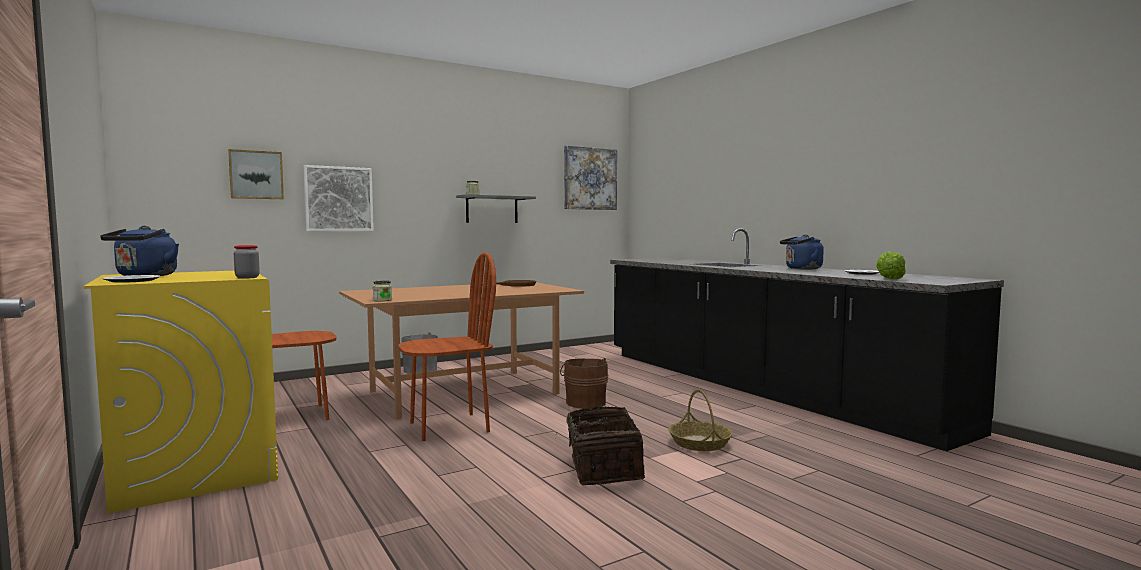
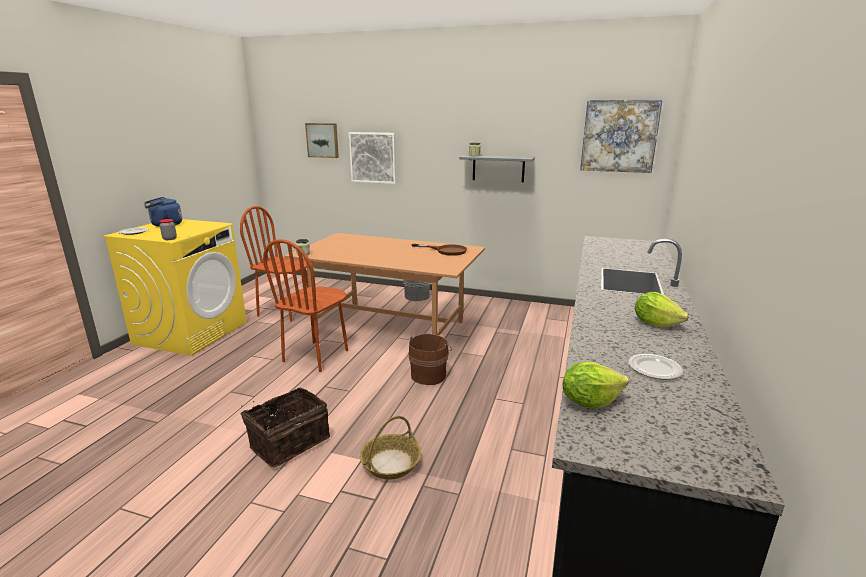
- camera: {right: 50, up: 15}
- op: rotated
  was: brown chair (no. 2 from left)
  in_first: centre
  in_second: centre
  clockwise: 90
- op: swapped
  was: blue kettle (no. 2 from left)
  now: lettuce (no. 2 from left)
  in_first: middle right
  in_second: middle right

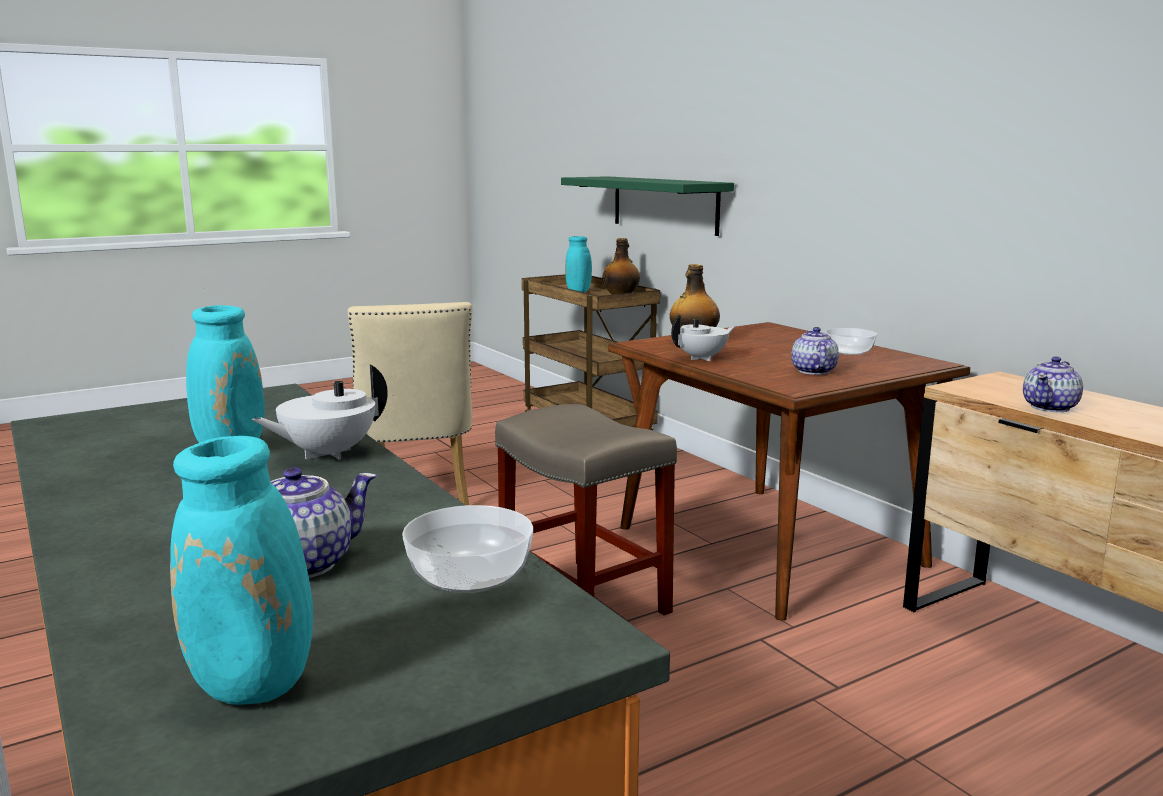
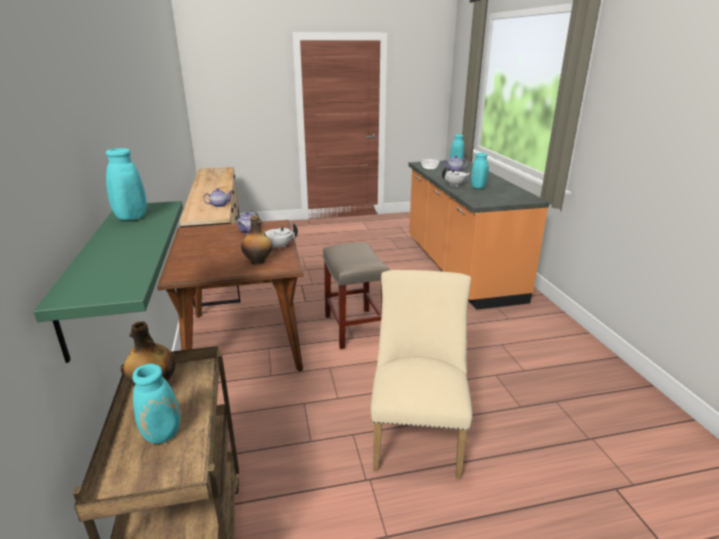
- camera: {right: -160, up: 10}
- op: new
  now: turquoise vase (no. 1 from left)
  in_second: middle left
- op: gone
  was: bowl (no. 2 from left)
  in_first: middle right

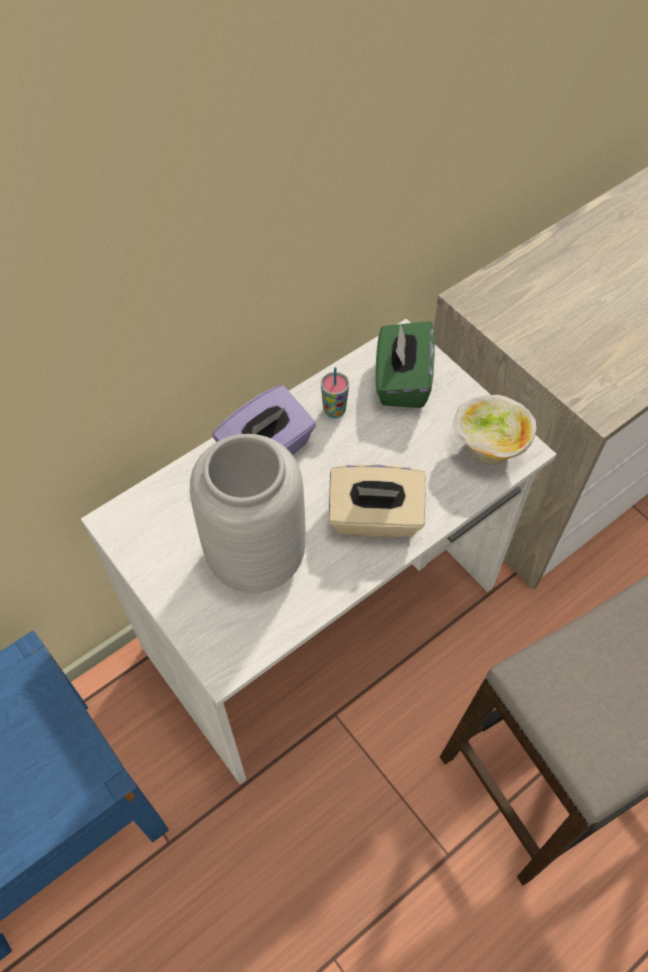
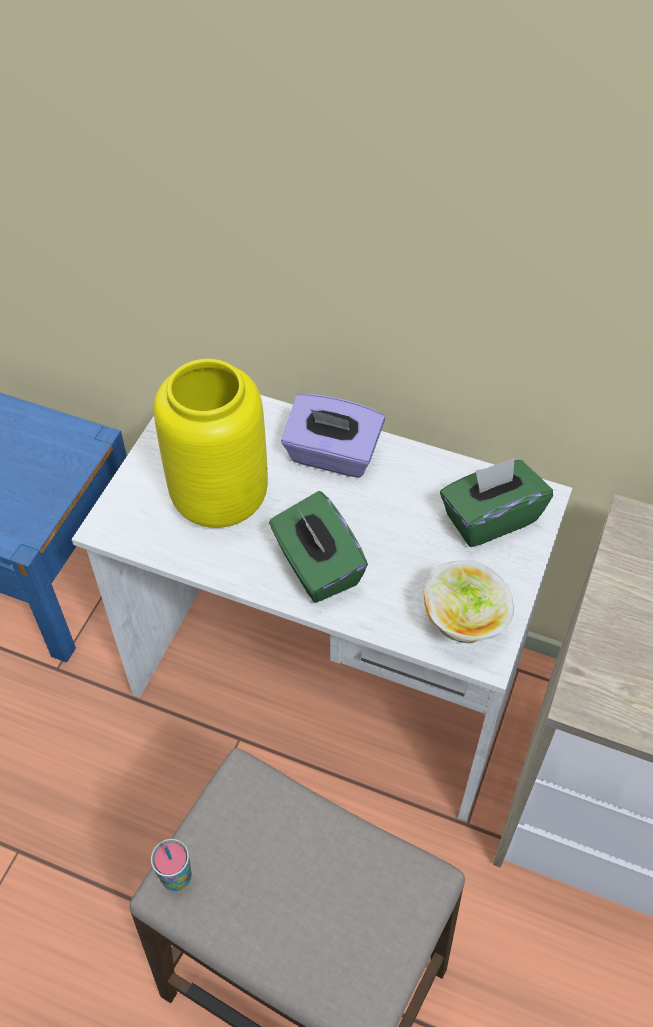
- camera: {right: 60, up: -5}
- op: shifted
  was: cup
  in_first: centre
  in_second: bottom left
- op: repainted
  was: grey vase
  now: yellow vase
  in_first: centre
  in_second: middle left
- op: repainted
  was: beige tissue box
  now: green tissue box (no. 1 from left)
  in_first: centre
  in_second: centre

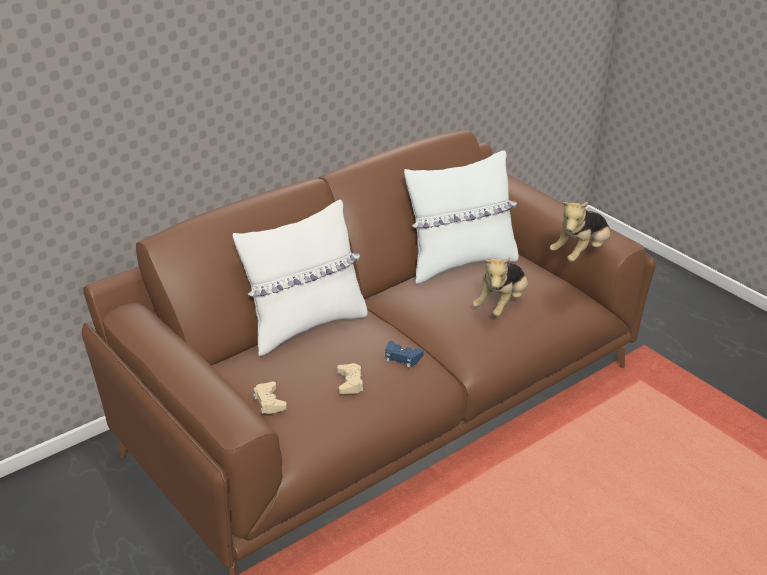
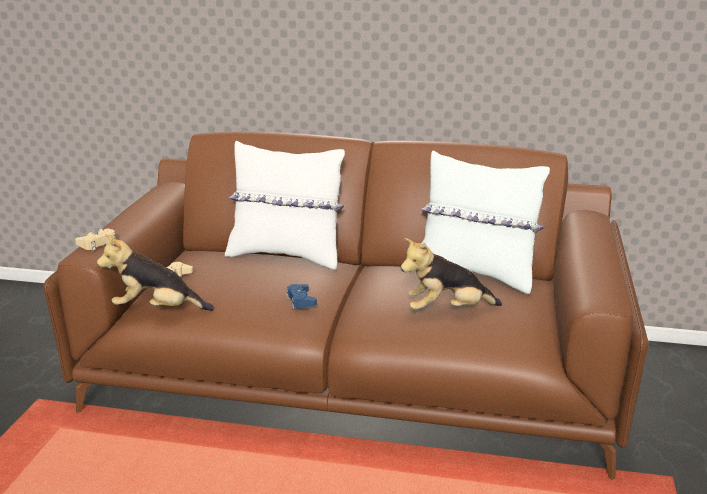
- camera: {right: 50, up: -10}
- op: shifted
  was: beige game controller (no. 2 from left in the first image)
  now: beige game controller (no. 1 from left)
  in_first: centre
  in_second: middle left
- op: shifted
  was: plush toy (no. 2 from left in the first image)
  now: plush toy (no. 1 from left)
  in_first: middle right
  in_second: middle left

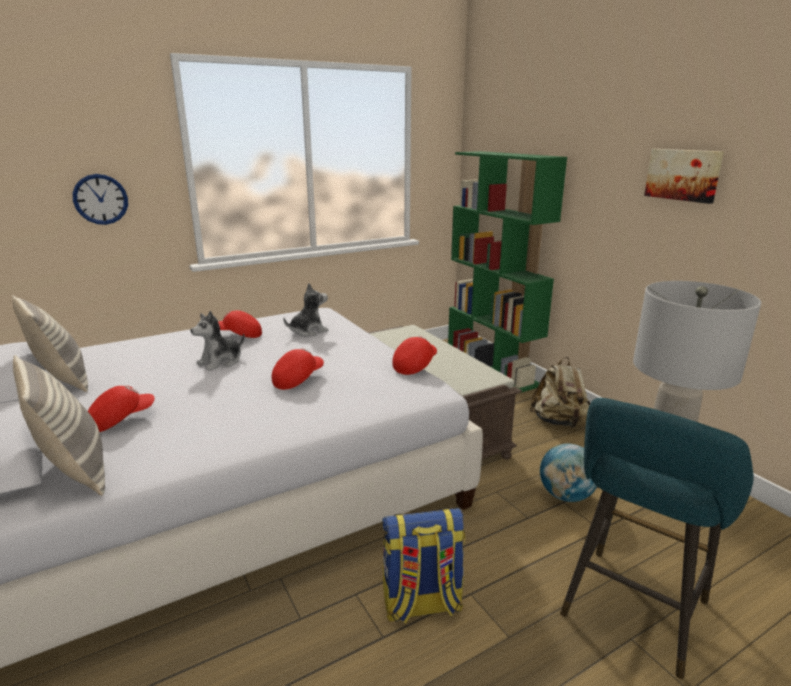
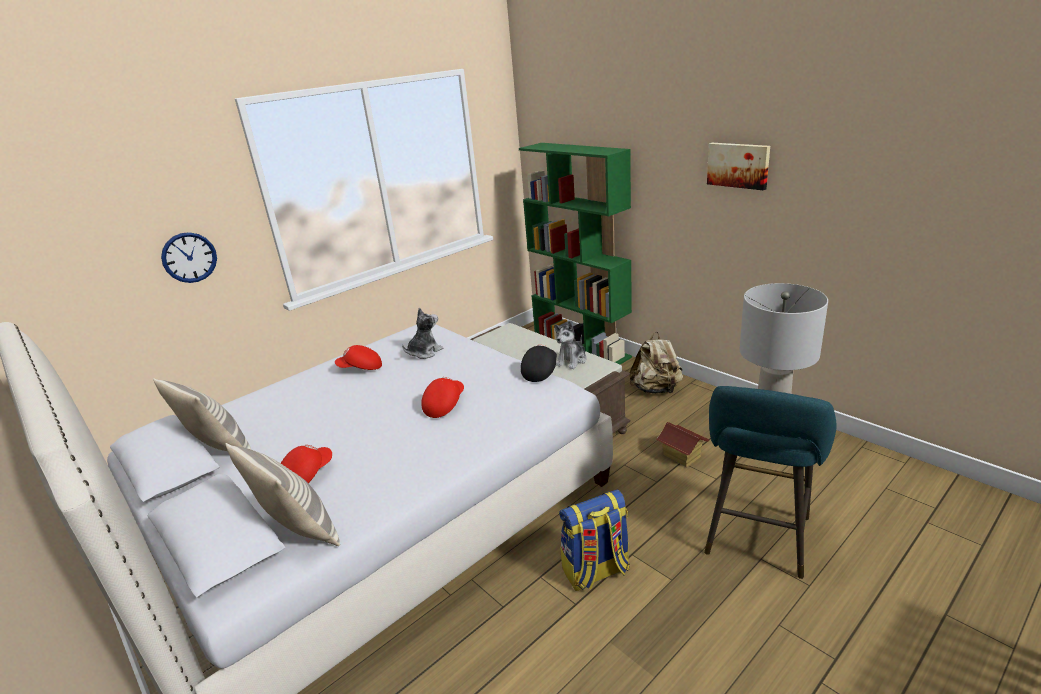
- camera: {right: -10, up: 5}
- op: repainted
  was: red cap (no. 4 from left)
  now: black cap
  in_first: centre
  in_second: centre
- op: shifted
  was: plush toy (no. 1 from left in the first image)
  now: plush toy (no. 2 from left)
  in_first: middle left
  in_second: centre
- op: swapped
  was: globe
  now: toy house
  in_first: bottom right
  in_second: centre

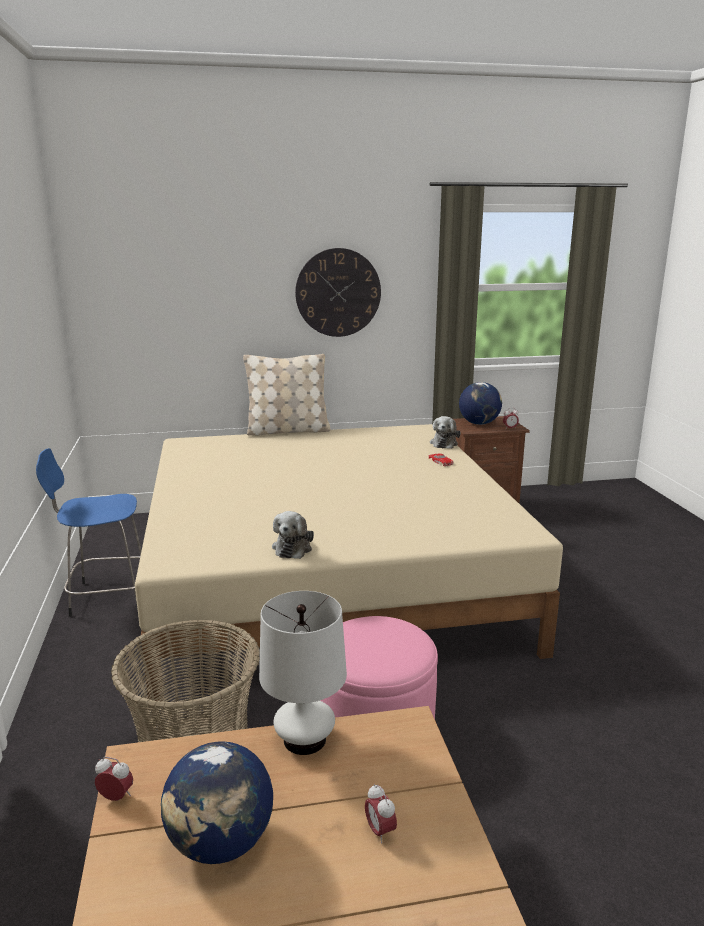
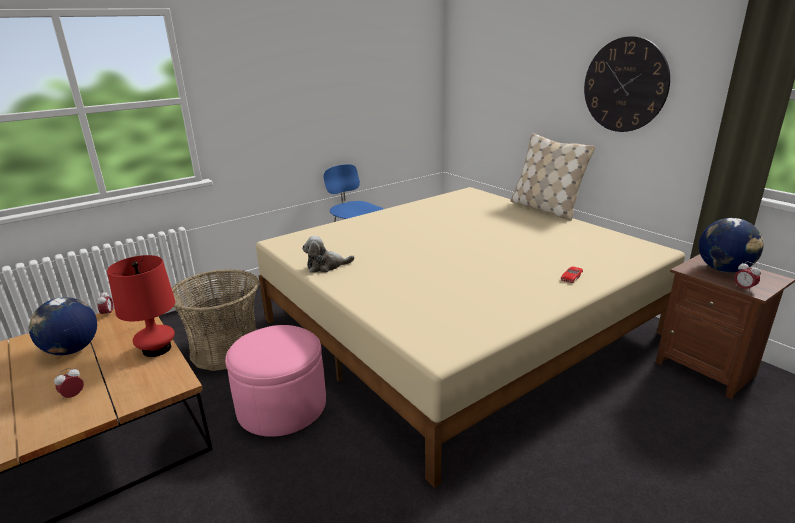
- camera: {right: 65, up: 5}
- op: repainted
  was: white table lamp
  now: red table lamp
  in_first: bottom centre
  in_second: middle left
- op: gone
  was: plush toy (no. 2 from left)
  in_first: centre

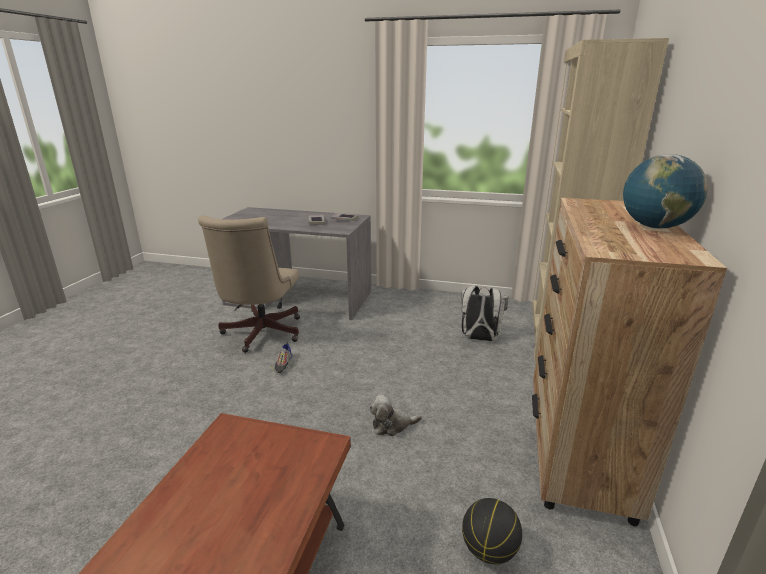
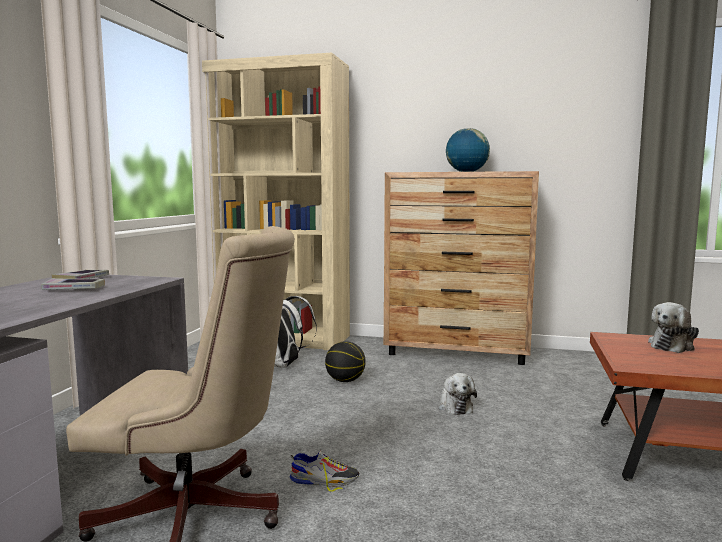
- camera: {right: -90, up: -15}
- op: shifted
  was: basketball
  in_first: bottom centre
  in_second: centre
- op: new
  now: plush toy (no. 2 from left)
  in_second: middle right

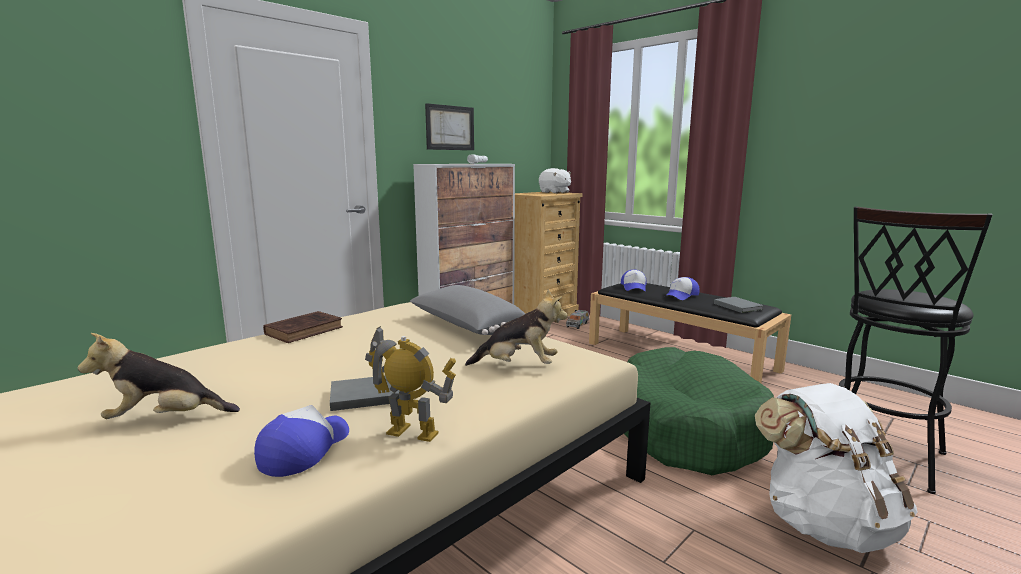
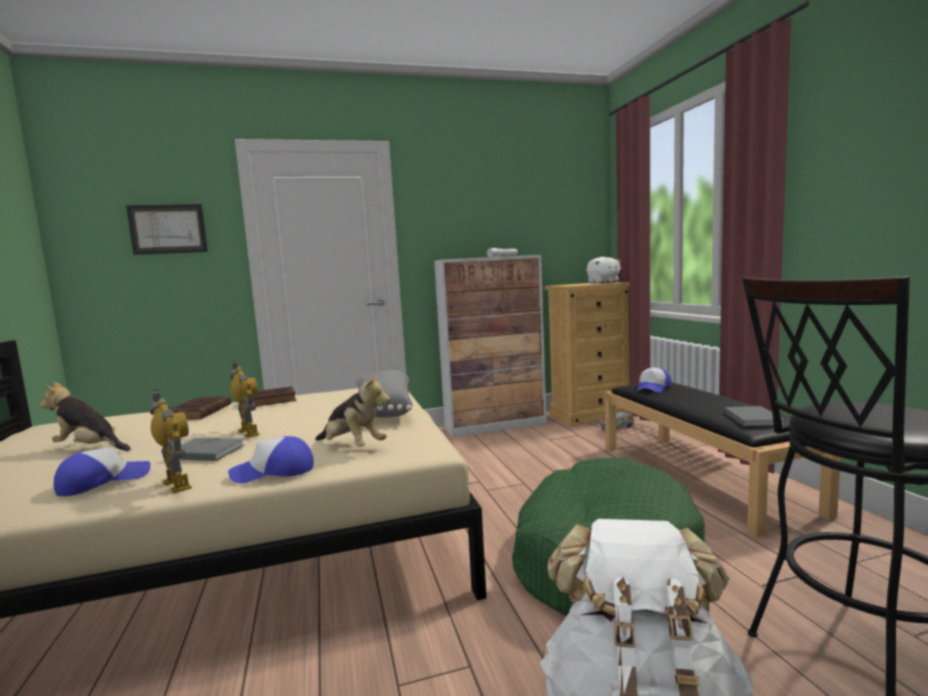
- camera: {right: 30, up: -5}
- op: shifted
  was: picture
  in_first: top centre
  in_second: top left
- op: new
  now: brown book (no. 1 from left)
  in_second: middle left
- op: shifted
  was: cap (no. 3 from left in the first image)
  now: cap (no. 2 from left)
  in_first: middle right
  in_second: middle left
- op: new
  now: toy robot (no. 2 from left)
  in_second: middle left

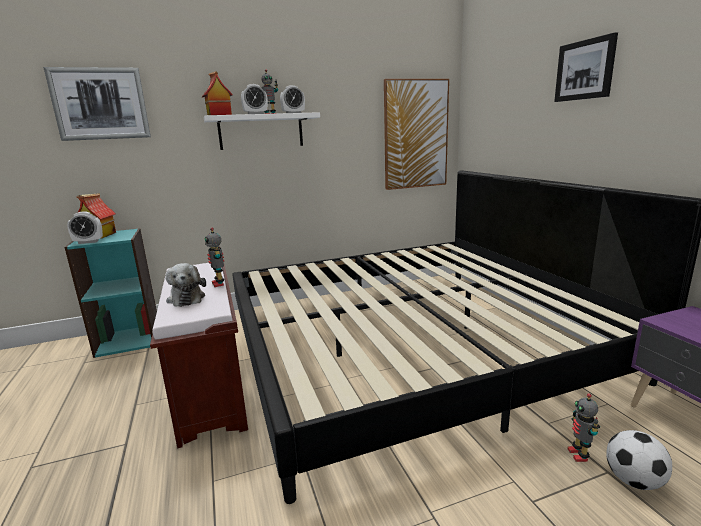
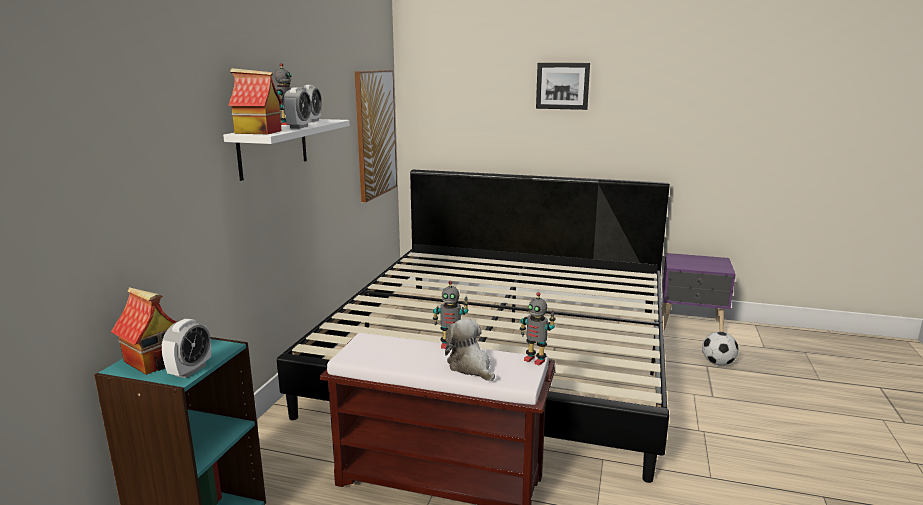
- camera: {right: -55, up: 0}
- op: rotated
  was: plush toy
  in_first: middle left
  in_second: bottom centre
  clockwise: -135
- op: shifted
  was: toy robot (no. 3 from left)
  in_first: bottom right
  in_second: centre
- op: gone
  was: picture (no. 1 from left)
  in_first: top left

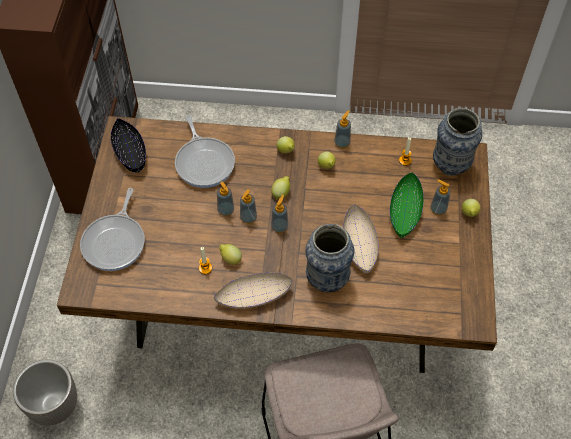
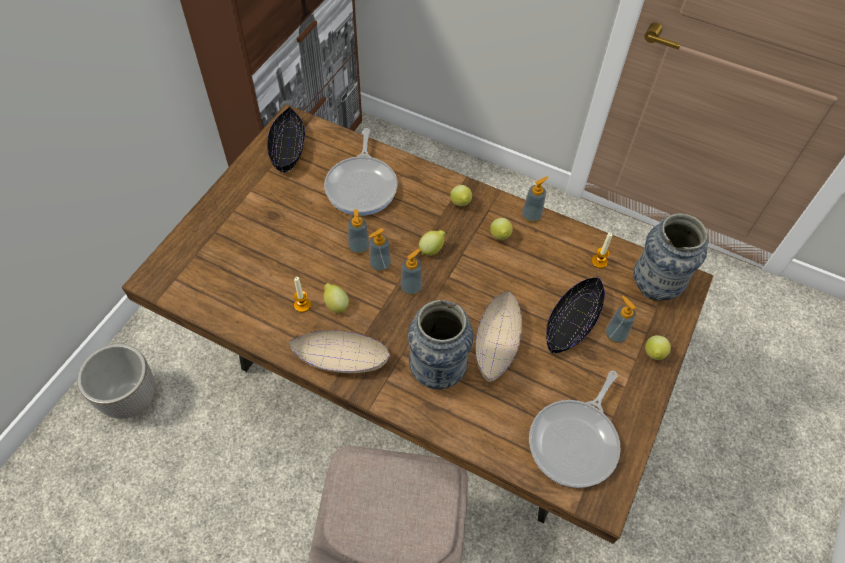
- camera: {right: 20, up: 0}
- op: shifted
  was: frying pan (no. 1 from left in the first image)
  now: frying pan (no. 2 from left)
  in_first: middle left
  in_second: bottom right
- op: repainted
  was: green bowl
  now: black bowl (no. 2 from left)
  in_first: middle right
  in_second: middle right

